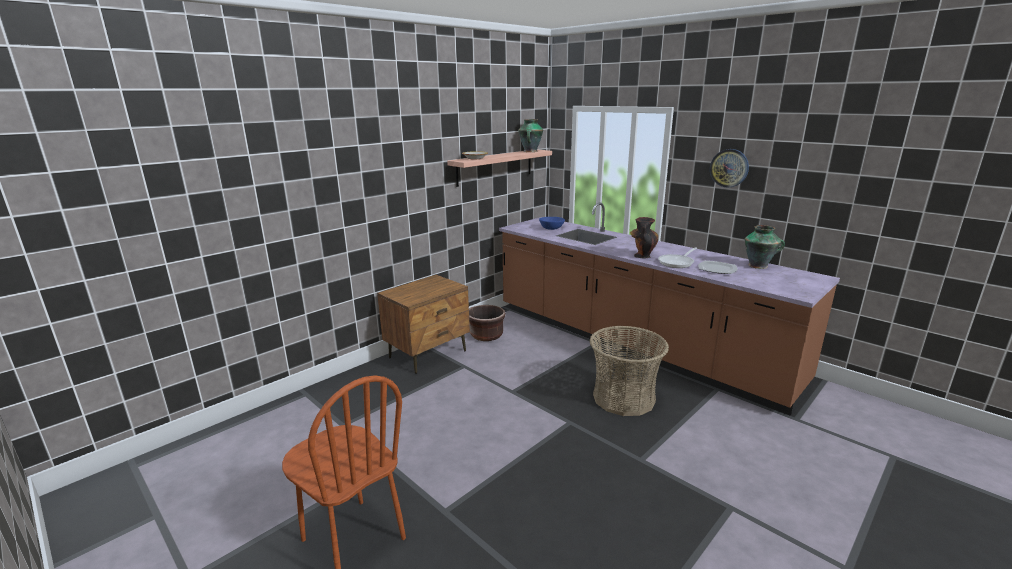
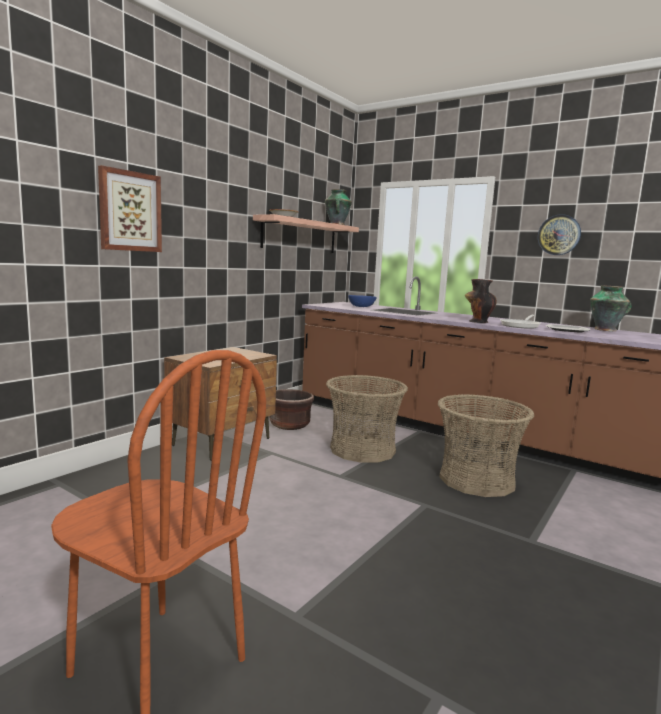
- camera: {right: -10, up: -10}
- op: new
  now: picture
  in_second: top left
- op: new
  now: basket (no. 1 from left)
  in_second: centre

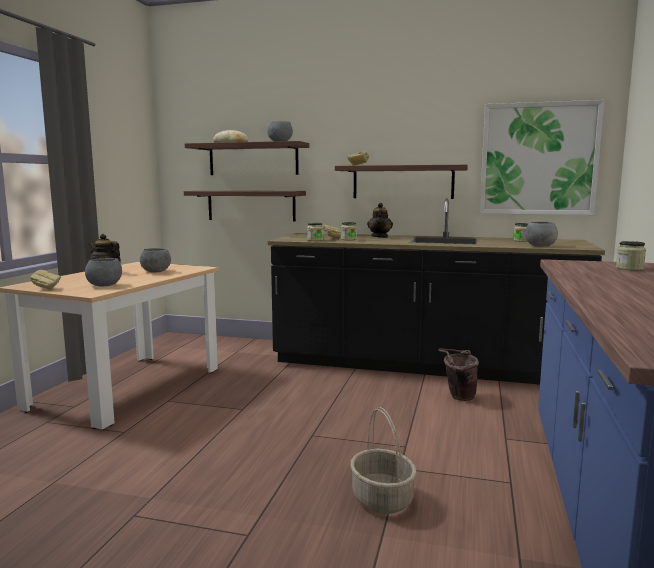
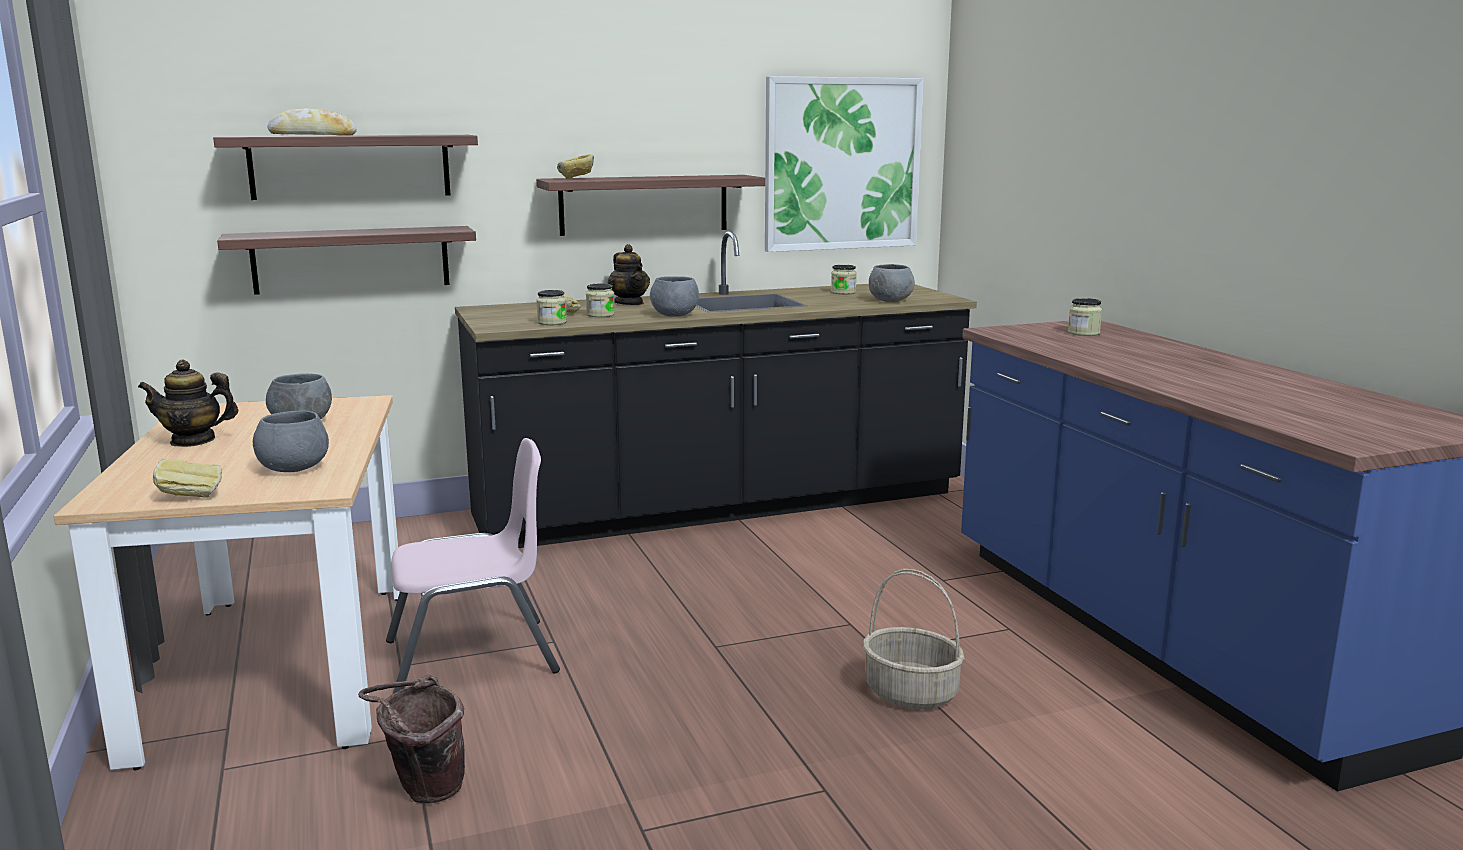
- camera: {right: -35, up: 5}
- op: shifted
  was: brown bucket
  in_first: middle right
  in_second: bottom left
- op: new
  now: pink chair
  in_second: middle left
- op: shifted
  was: grey bowl (no. 3 from left)
  in_first: top centre
  in_second: centre

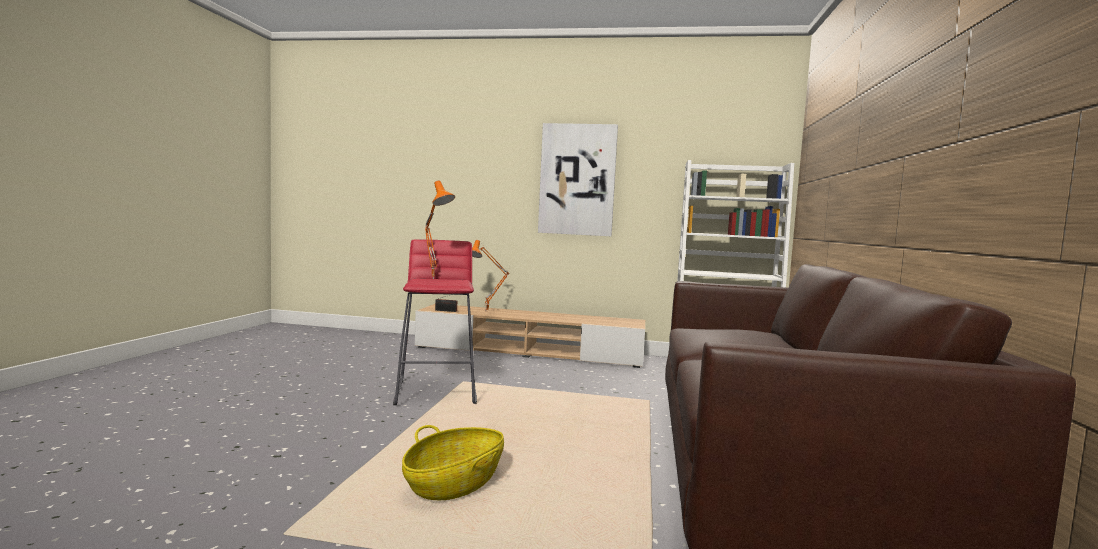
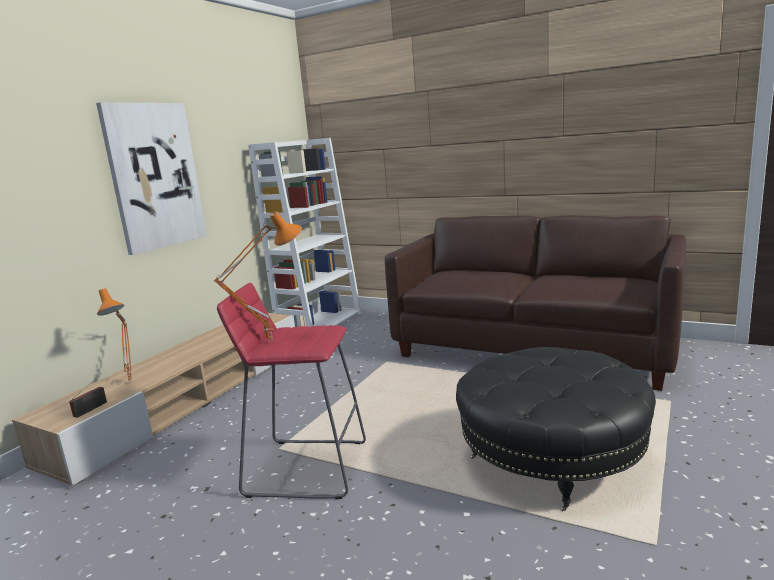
- camera: {right: -70, up: 10}
- op: swapped
  was: basket
  now: black ottoman
  in_first: bottom centre
  in_second: bottom right

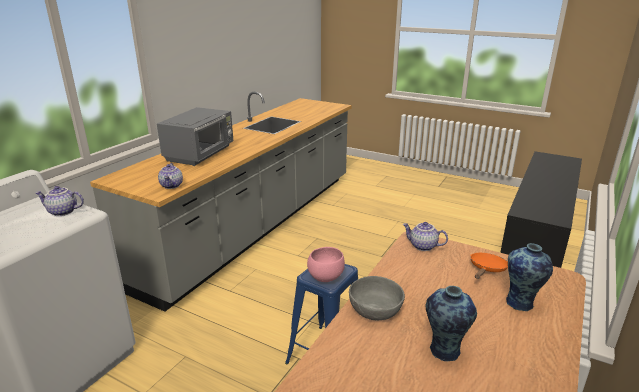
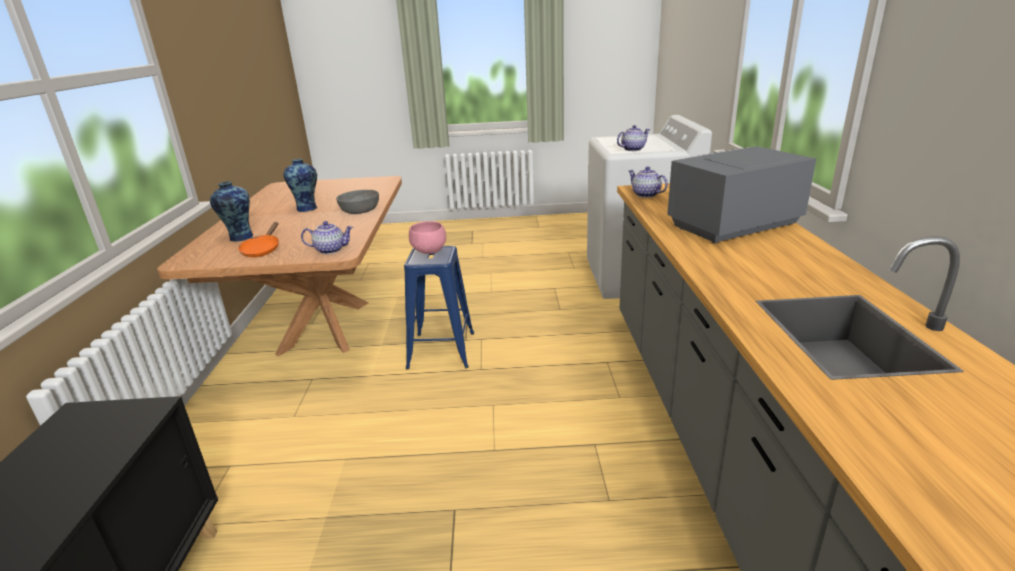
- camera: {right: 150, up: 0}
- op: rotated
  was: grey microwave
  in_first: middle left
  in_second: middle right
  clockwise: 75

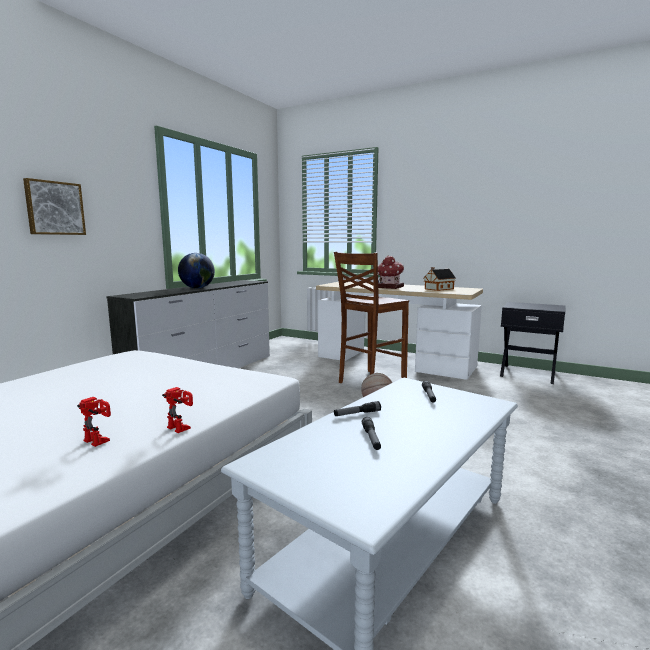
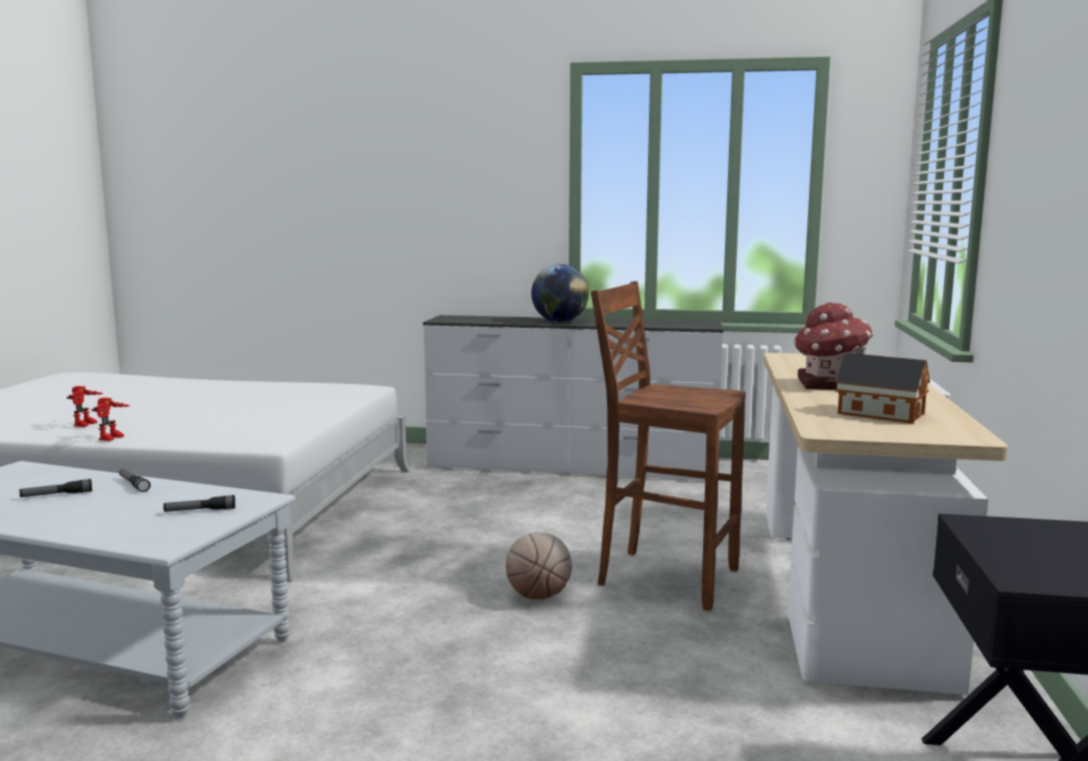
- camera: {right: 70, up: 0}
- op: gone
  was: picture
  in_first: top left

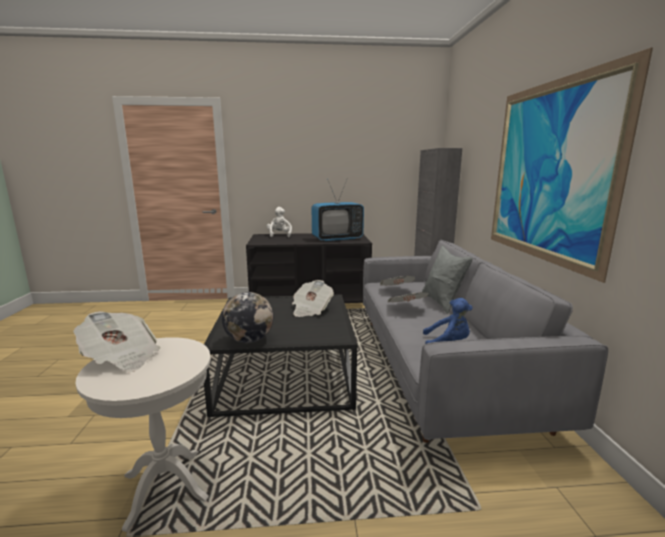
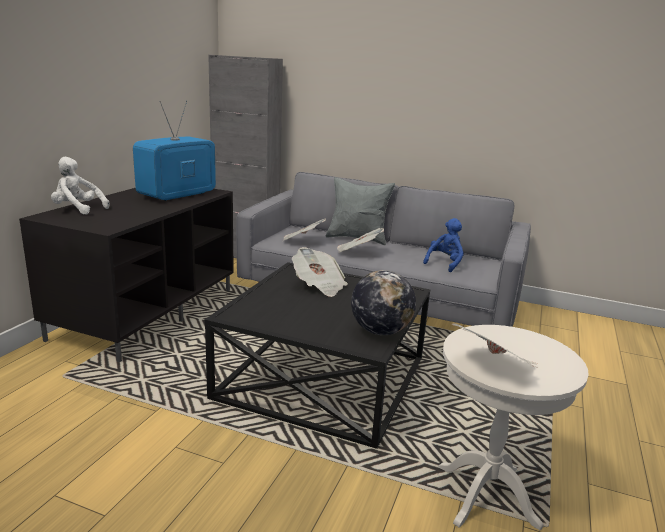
- camera: {right: -65, up: 5}
- op: rotated
  was: television
  in_first: centre
  in_second: top left
  clockwise: -150
- op: gone
  was: picture
  in_first: top right

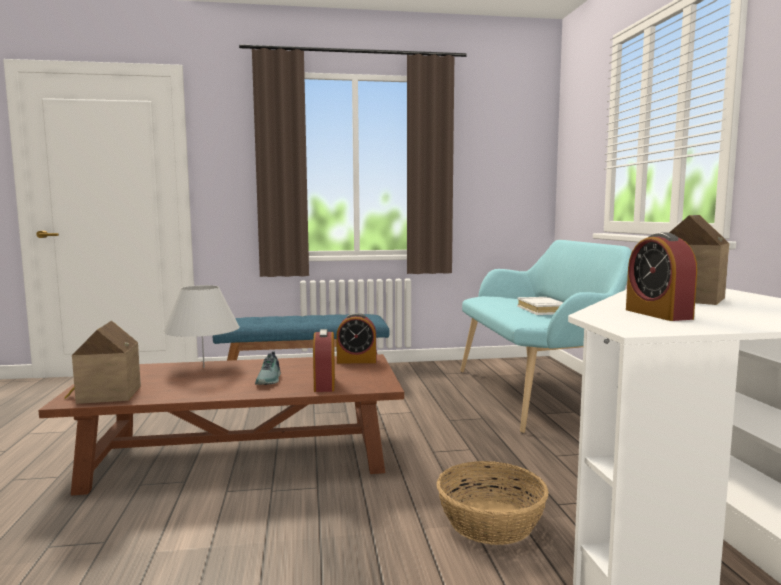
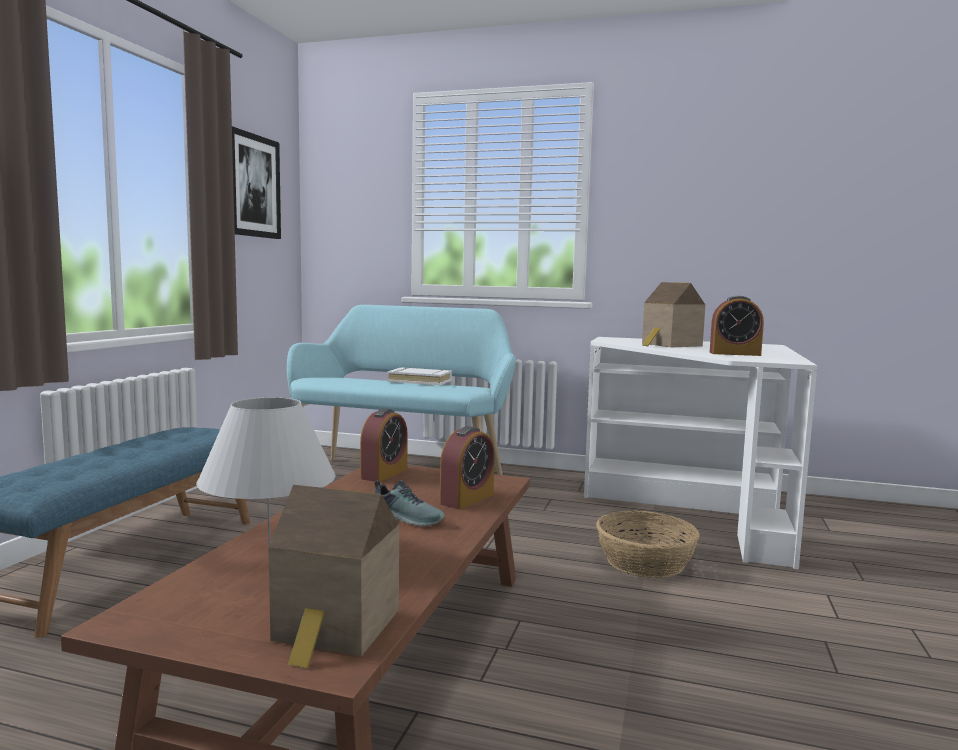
- camera: {right: -65, up: 0}
- op: new
  now: picture
  in_second: top left
- op: rotated
  was: alarm clock (no. 1 from left in the first image)
  in_first: centre
  in_second: centre
  clockwise: -75

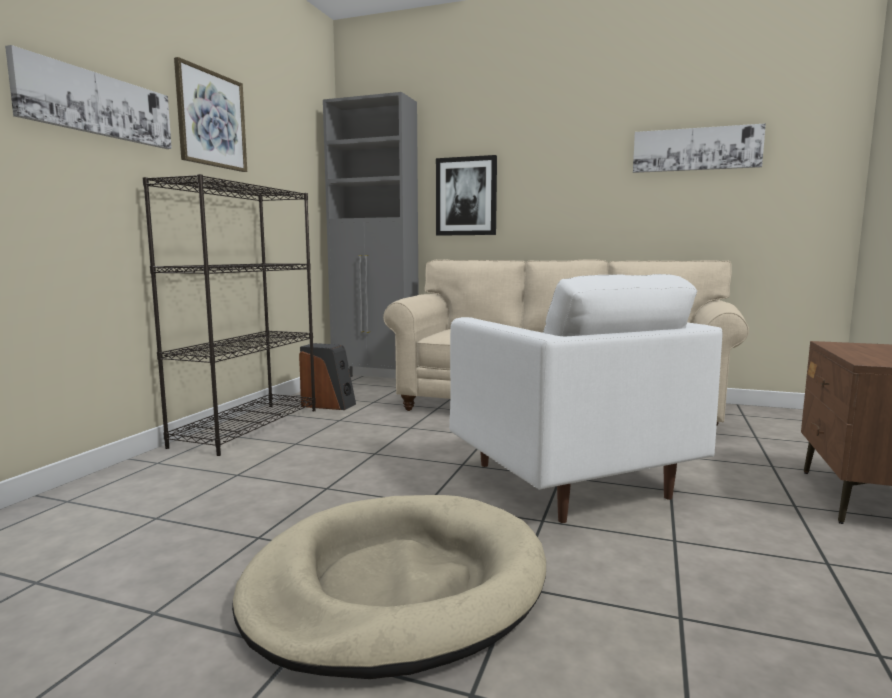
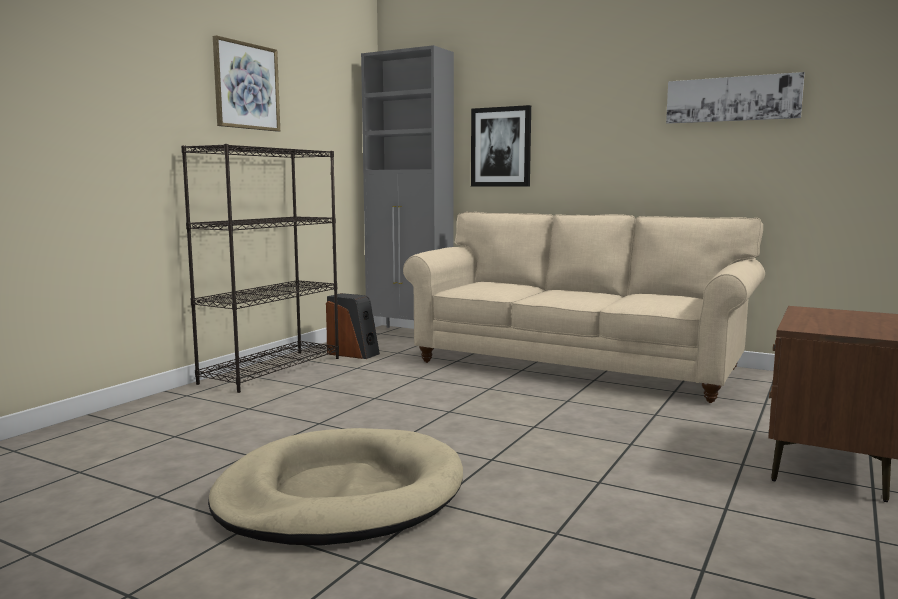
- camera: {right: 10, up: 0}
- op: gone
  was: picture (no. 1 from left)
  in_first: top left
- op: gone
  was: white armchair
  in_first: centre

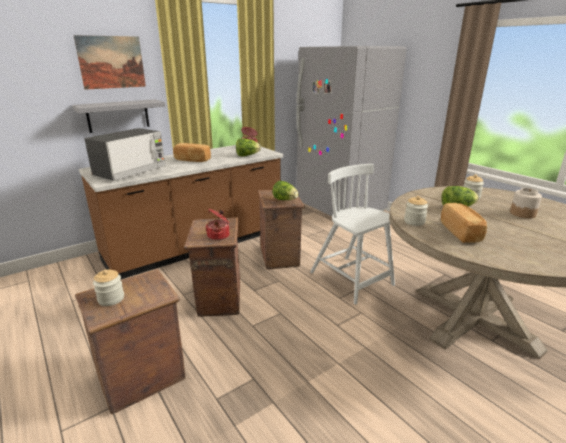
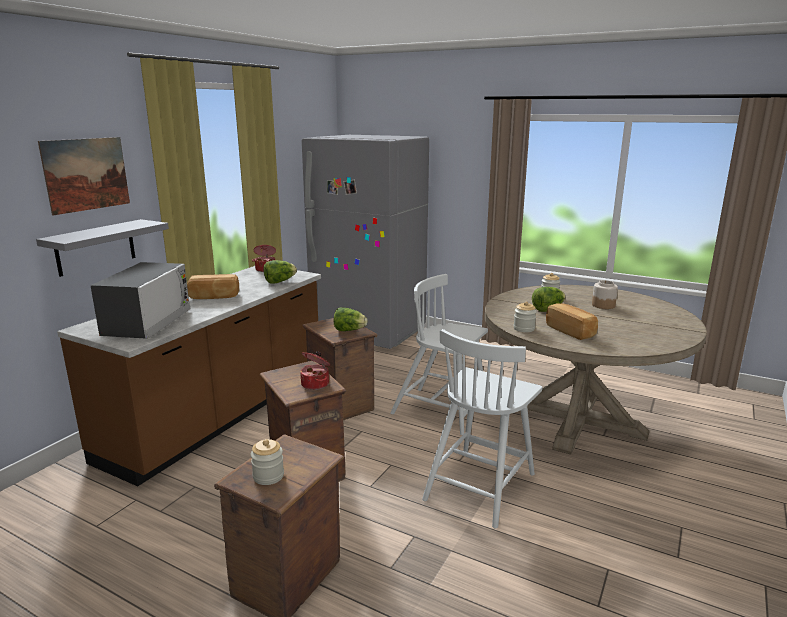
- camera: {right: -25, up: -5}
- op: new
  now: white chair (no. 2 from left)
  in_second: bottom centre

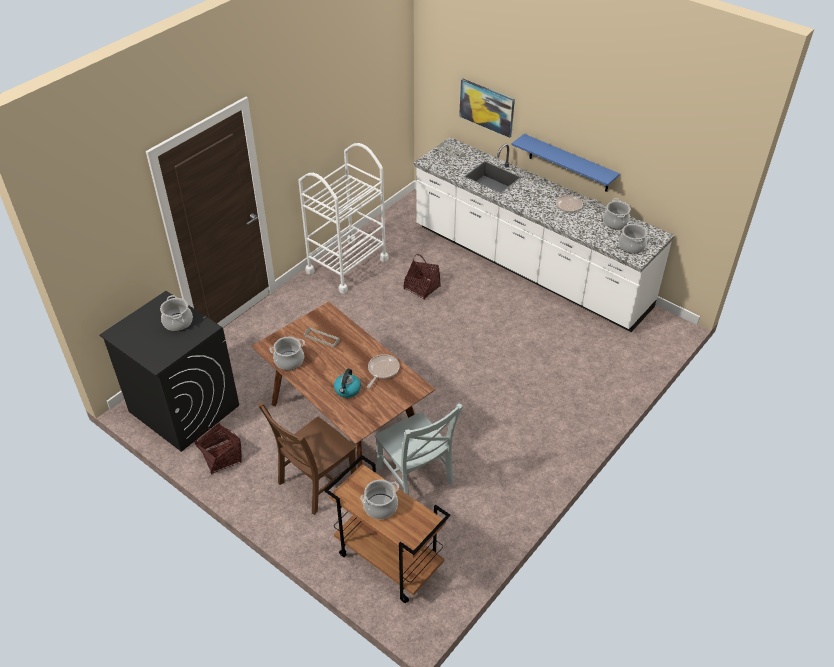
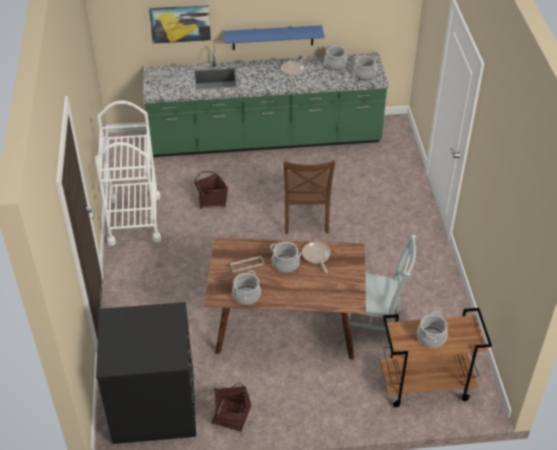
- camera: {right: -45, up: 0}
- op: repainted
  was: white counter
  now: green counter
  in_first: centre
  in_second: top centre
- op: shifted
  was: cooking pot (no. 1 from left in the first image)
  now: cooking pot (no. 2 from left)
  in_first: middle left
  in_second: centre
- op: shifted
  was: brown chair
  in_first: bottom centre
  in_second: centre
- op: gone
  was: kettle
  in_first: centre

